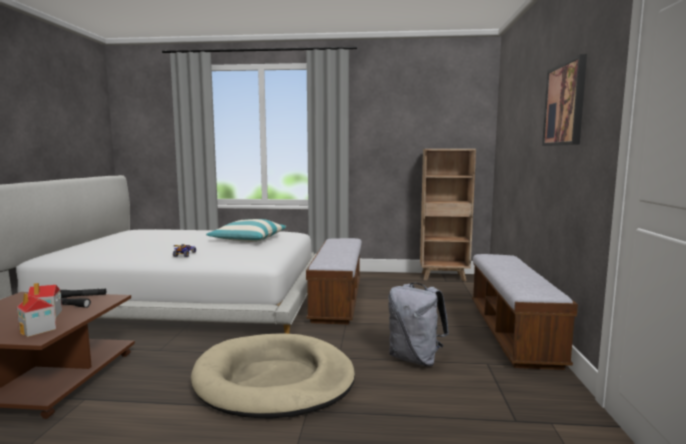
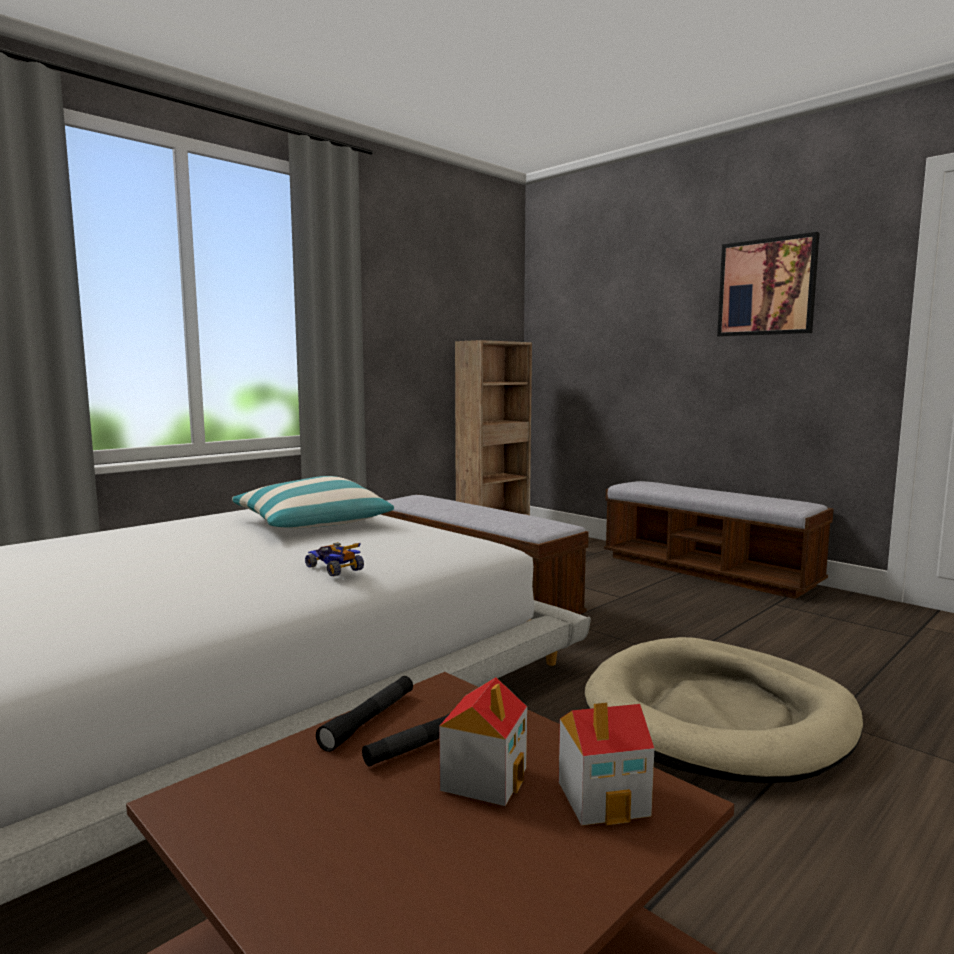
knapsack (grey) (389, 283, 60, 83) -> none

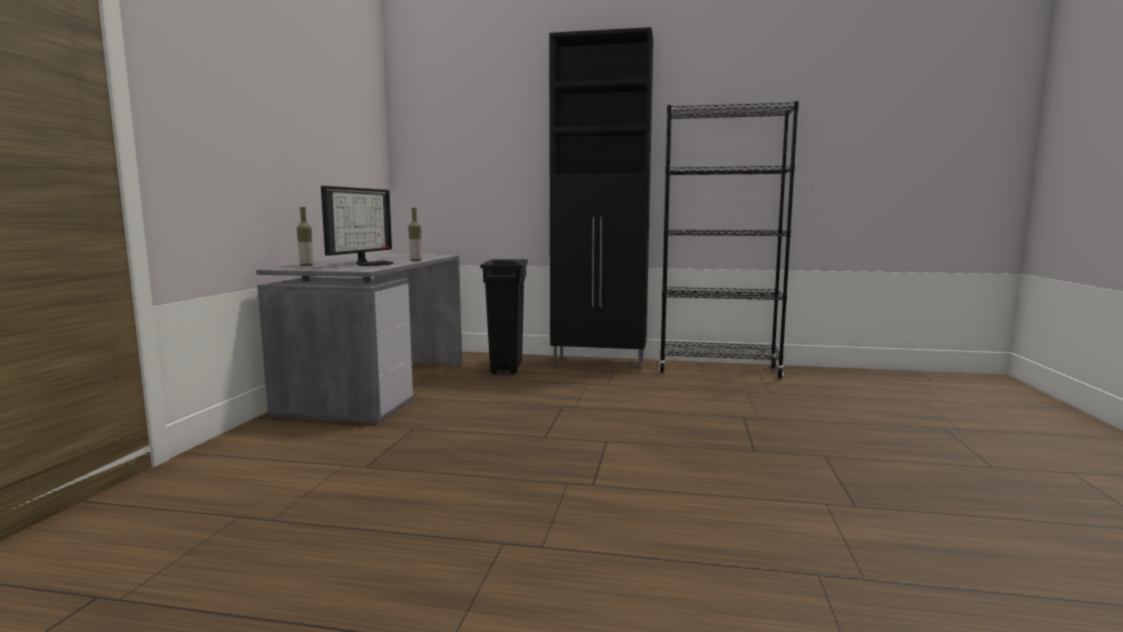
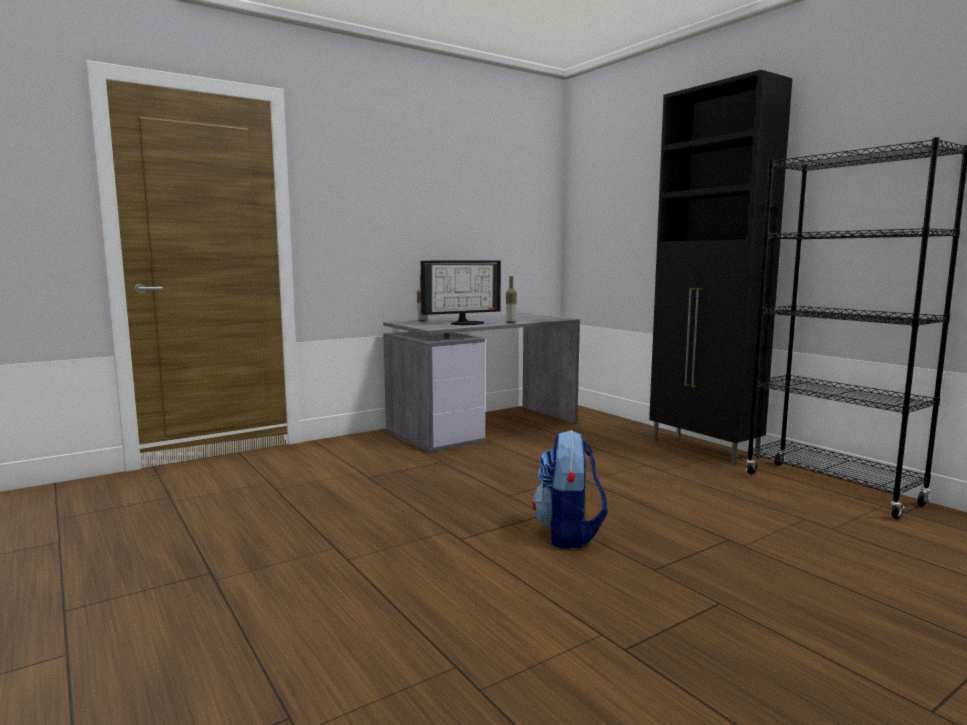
none -> knapsack (532, 430, 76, 119)
trash can (black) (480, 259, 48, 115) -> none

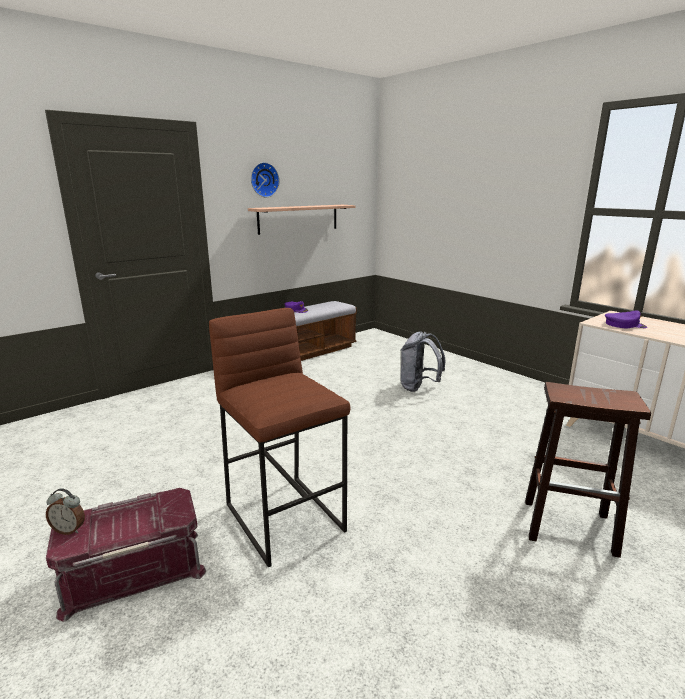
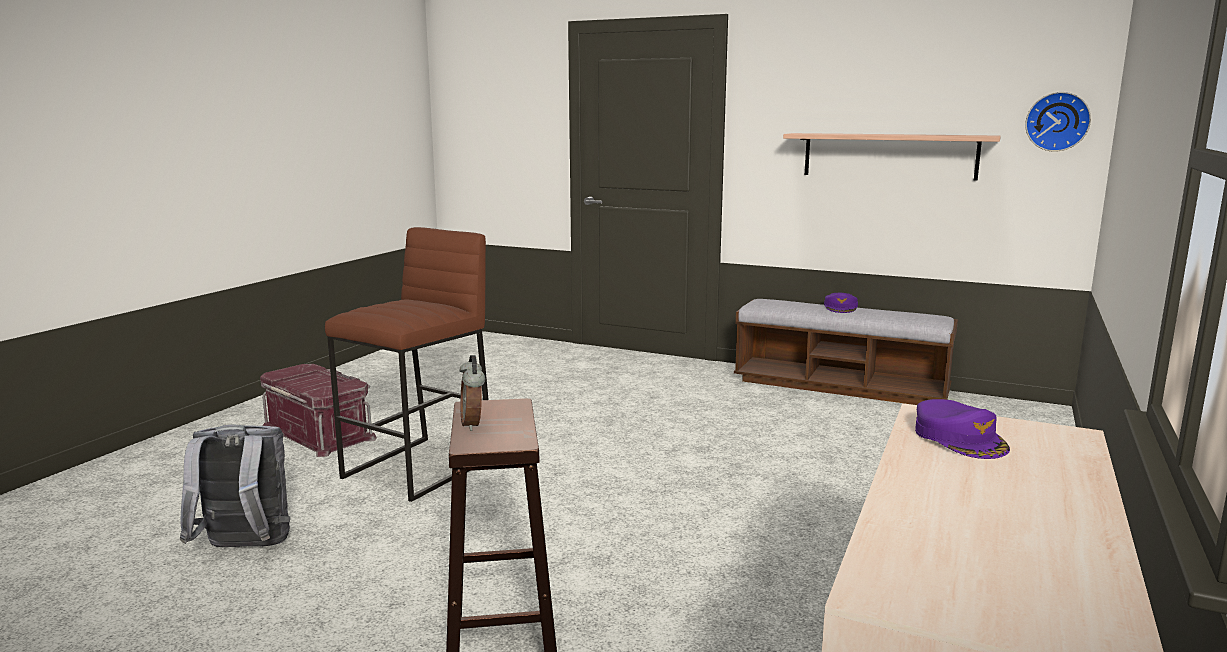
knapsack (grey) (401, 332, 44, 60) -> knapsack (grey) (180, 425, 110, 122), move
table clock (46, 489, 39, 46) -> table clock (459, 355, 26, 76), move
hanging clock (251, 162, 28, 35) -> hanging clock (1025, 92, 66, 60), move

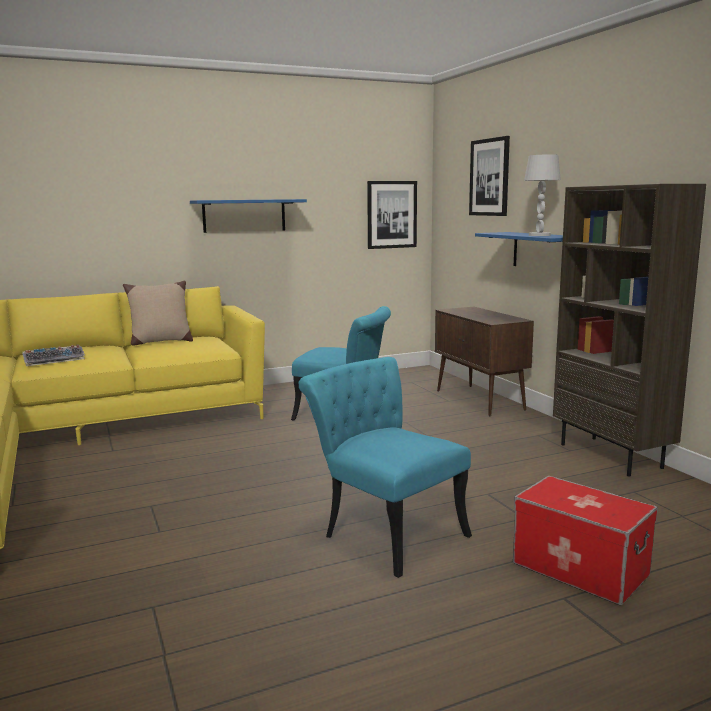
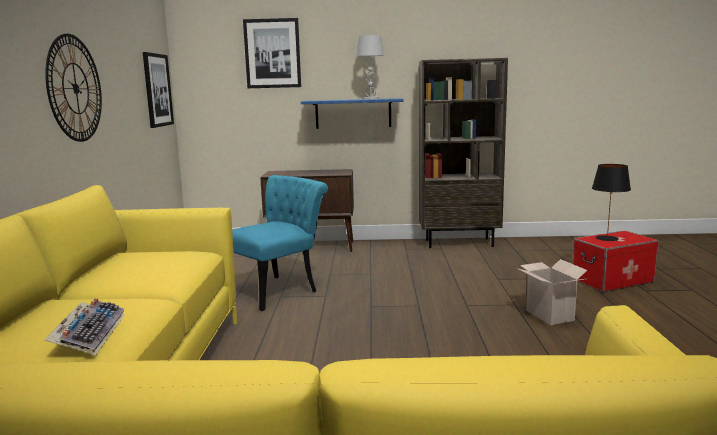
bracket shelf (bluish) (190, 199, 117, 34) -> hanging clock (45, 34, 57, 108)
upright chair (turquoise-coloured) (299, 357, 173, 221) -> packing box (517, 259, 71, 66)
none -> lamp for a table (black) (592, 164, 39, 77)
throw pillow (beige) (123, 280, 70, 66) -> none

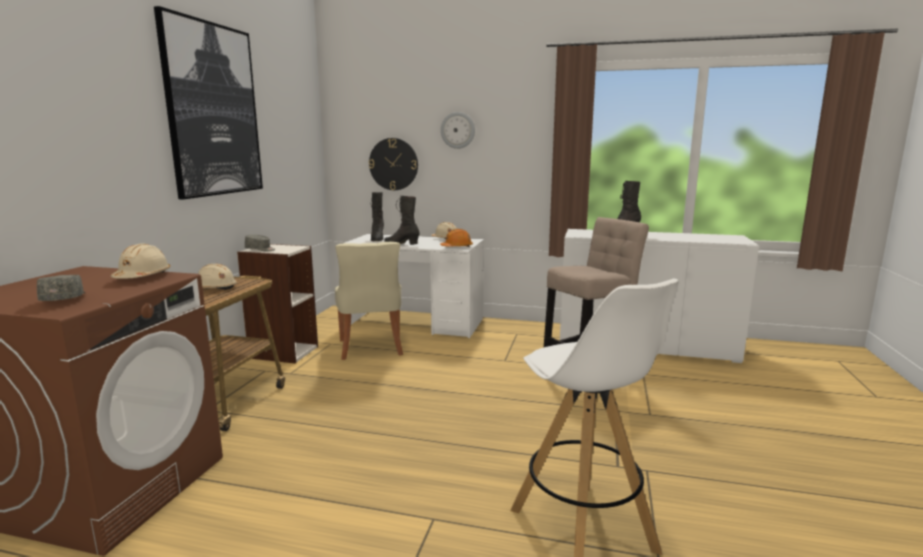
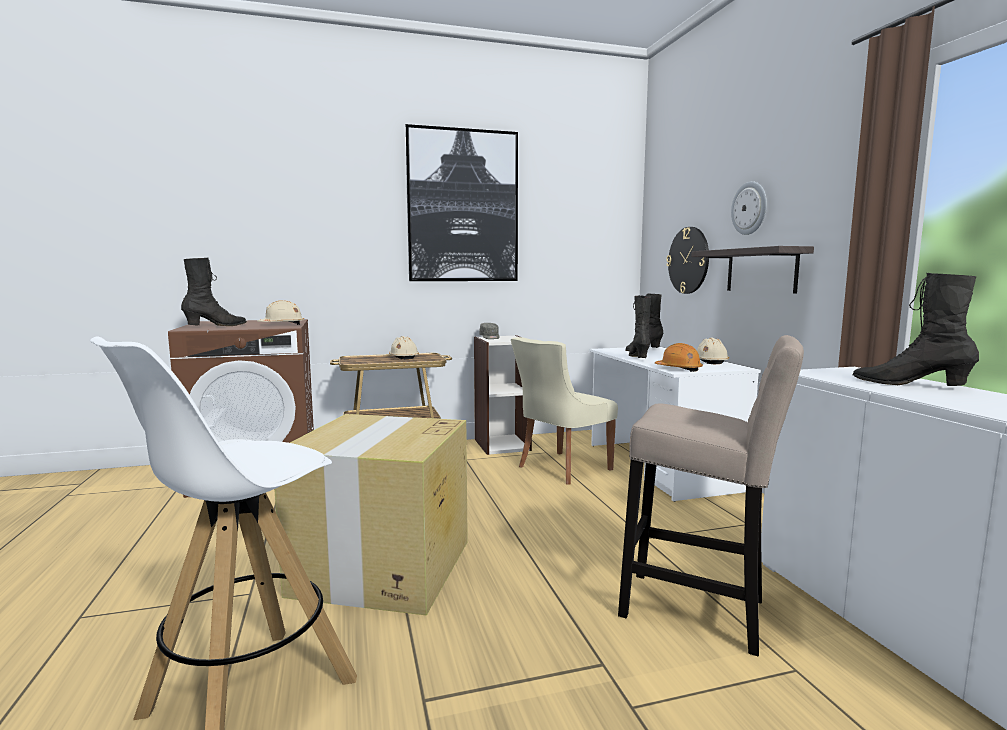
cap (grey) (37, 275, 48, 26) -> boot (black) (181, 258, 66, 68)
none -> packing box (274, 414, 194, 202)
none -> bracket shelf (691, 246, 123, 48)

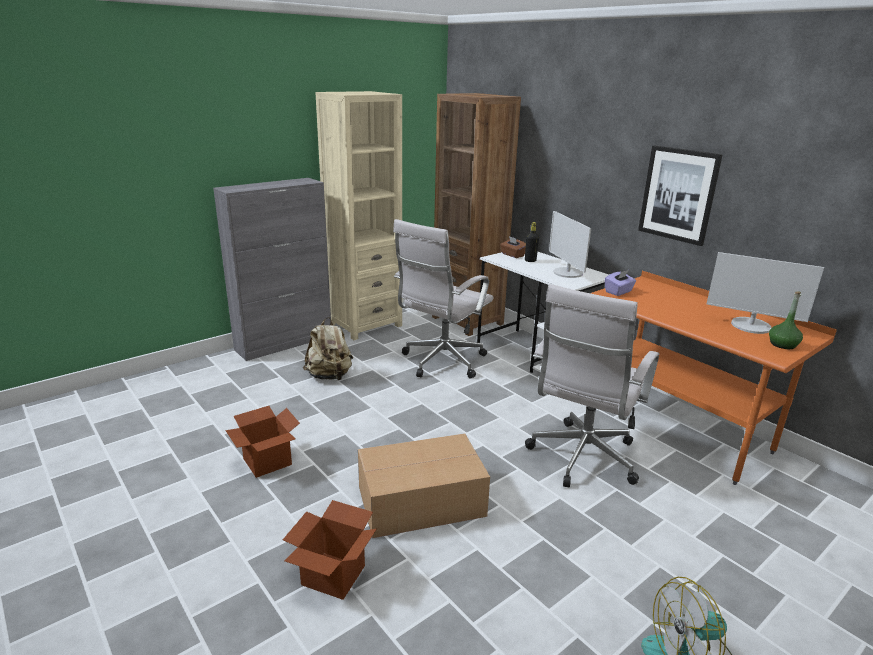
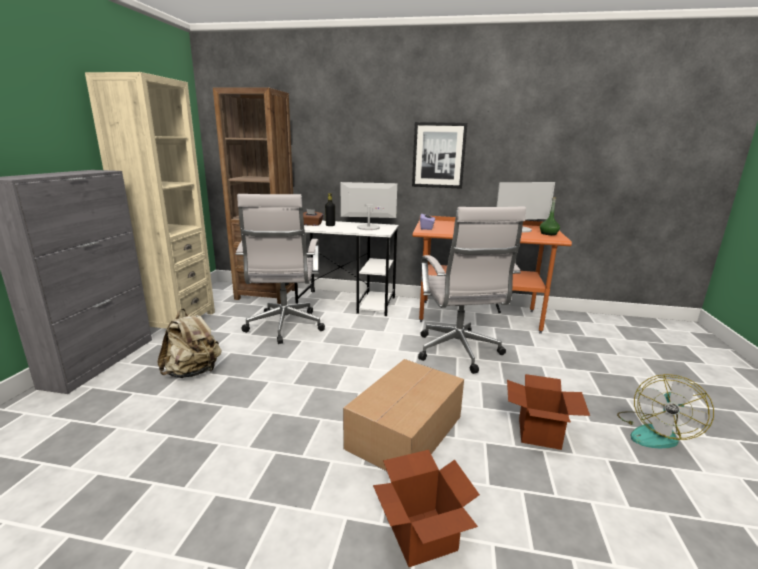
monitor (549, 211, 42, 67) -> monitor (340, 182, 57, 48), 150 degrees clockwise
packing box (226, 406, 74, 72) -> packing box (507, 374, 83, 76), move

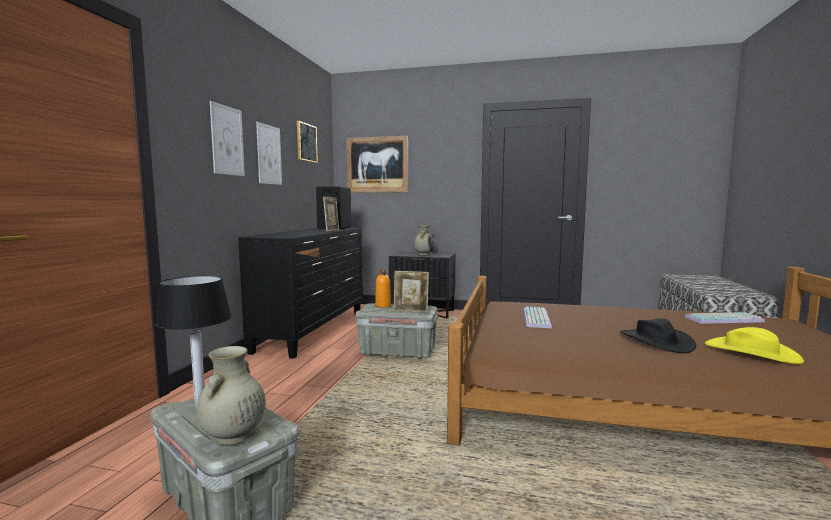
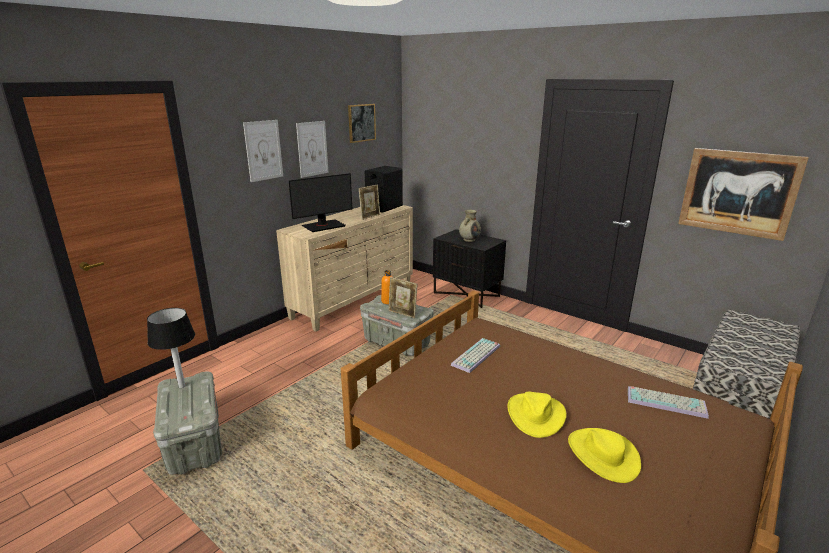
chest of drawers (black) (238, 228, 125, 131) -> chest of drawers (beige) (276, 205, 137, 127)
none -> monitor (289, 173, 64, 59)
hat (black) (620, 318, 76, 35) -> hat (yellow-coloured) (508, 391, 58, 47)
wall art (346, 136, 62, 57) -> wall art (678, 148, 131, 93), move
decorative vase (beige) (196, 346, 70, 99) -> none

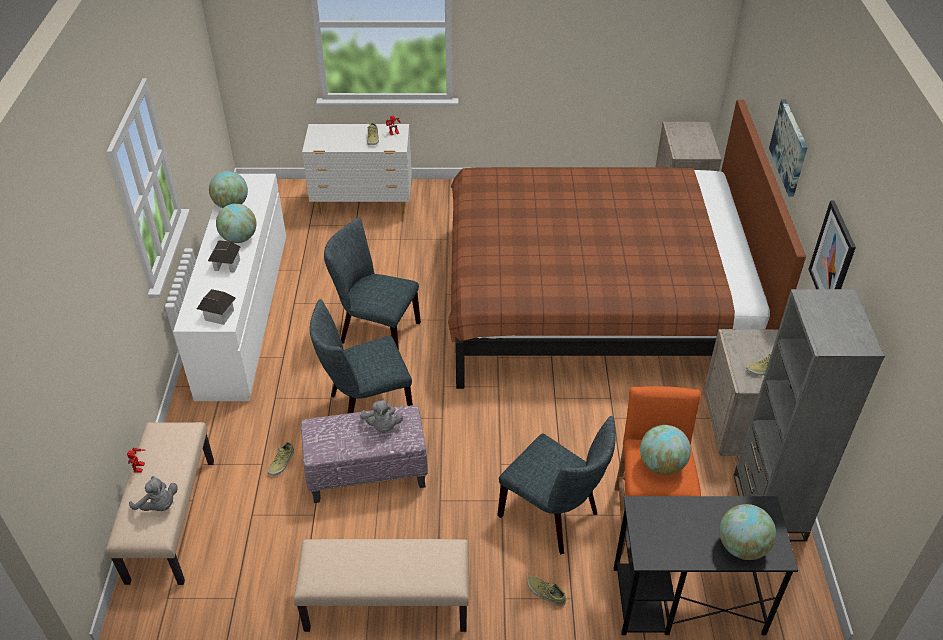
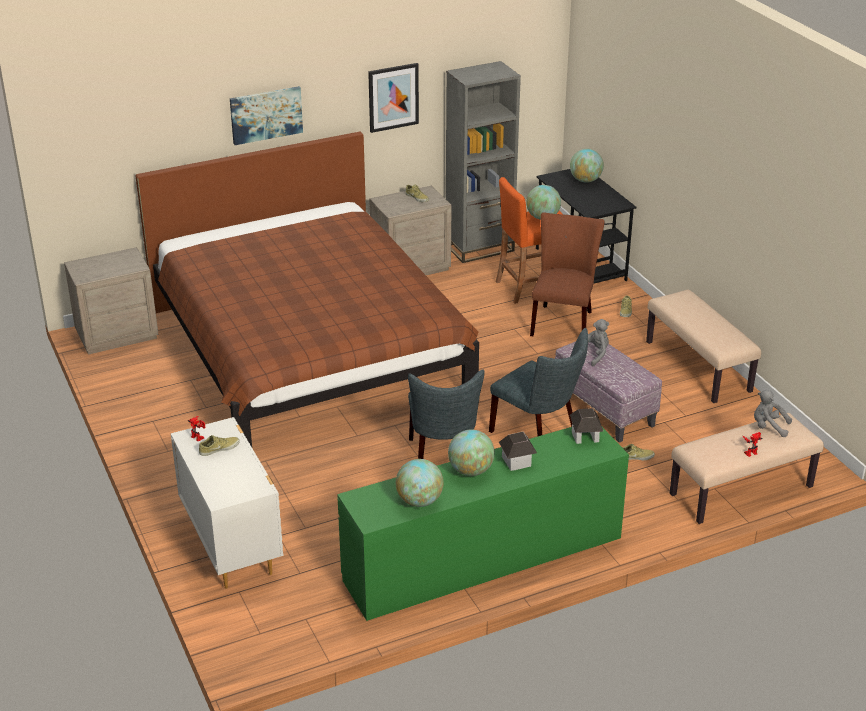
chest of drawers (white-coloured) (173, 174, 113, 227) -> chest of drawers (green) (337, 427, 292, 194)
upright chair (grey) (497, 416, 119, 138) -> upright chair (brown) (530, 212, 74, 124)
plush toy (grey) (129, 476, 49, 35) -> plush toy (grey) (754, 390, 38, 47), 75 degrees counterclockwise

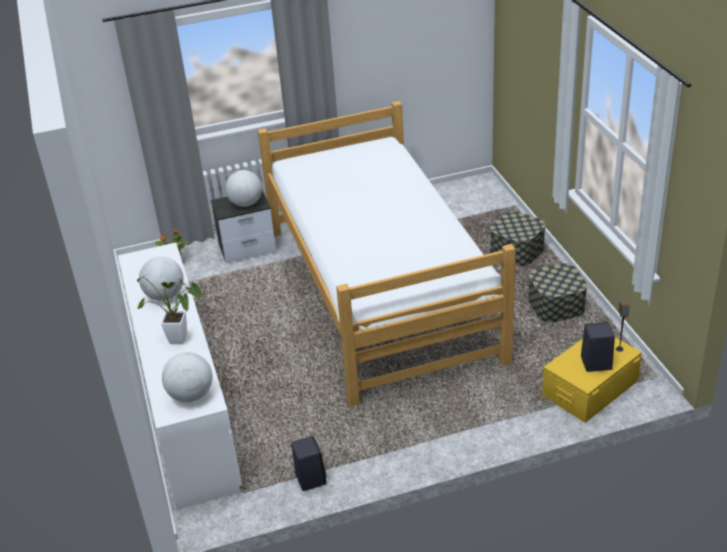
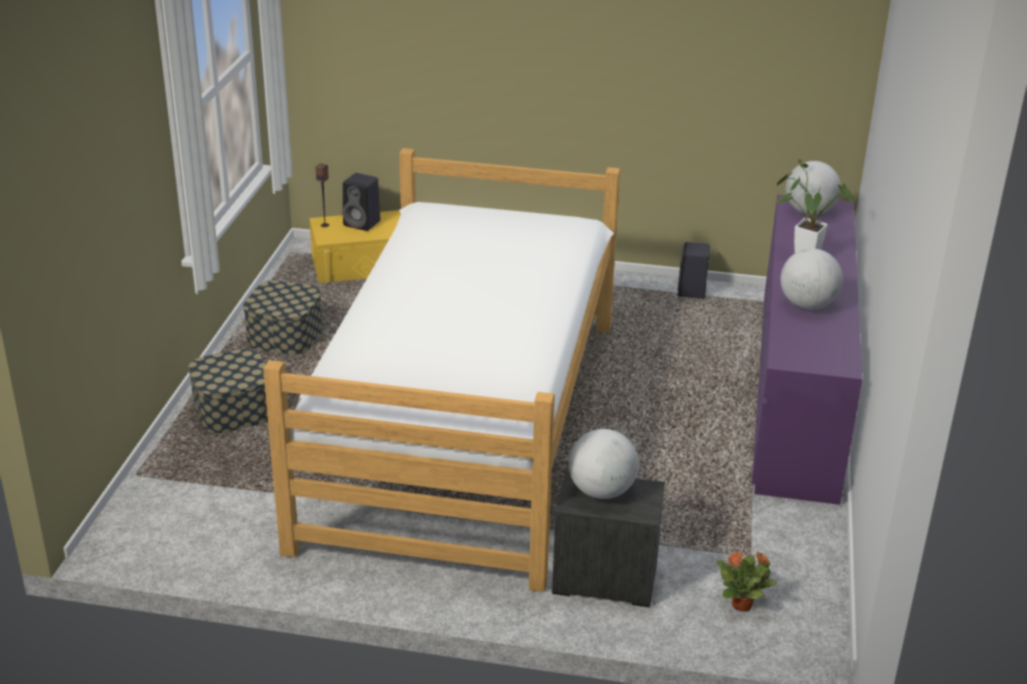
chest of drawers (white-coloured) (118, 242, 124, 268) -> chest of drawers (purple-coloured) (752, 195, 110, 310)

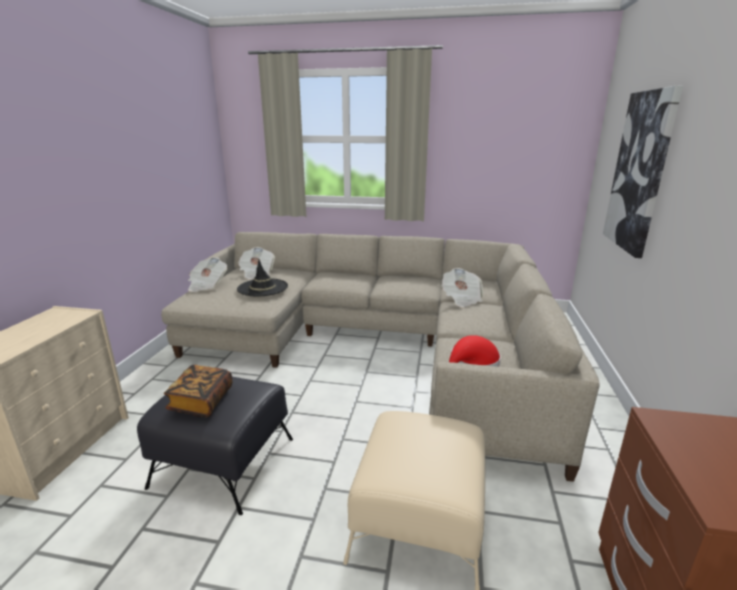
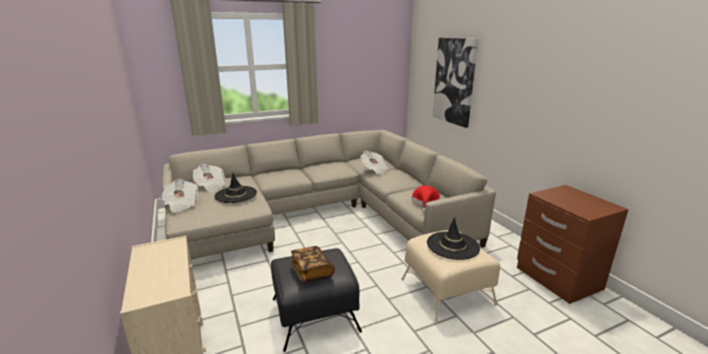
none -> hat (black) (427, 217, 53, 43)

